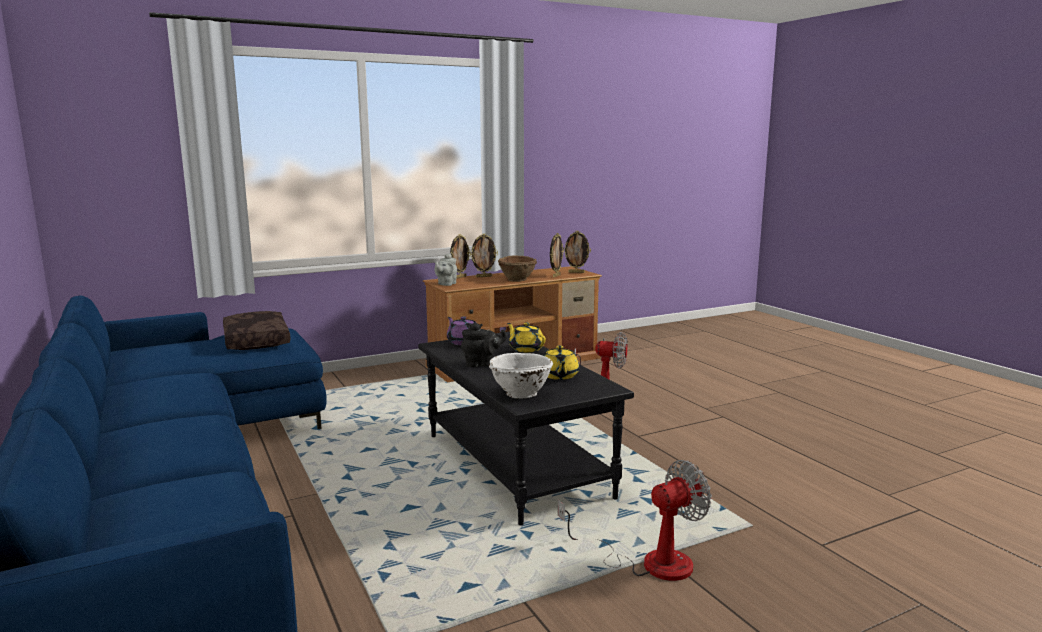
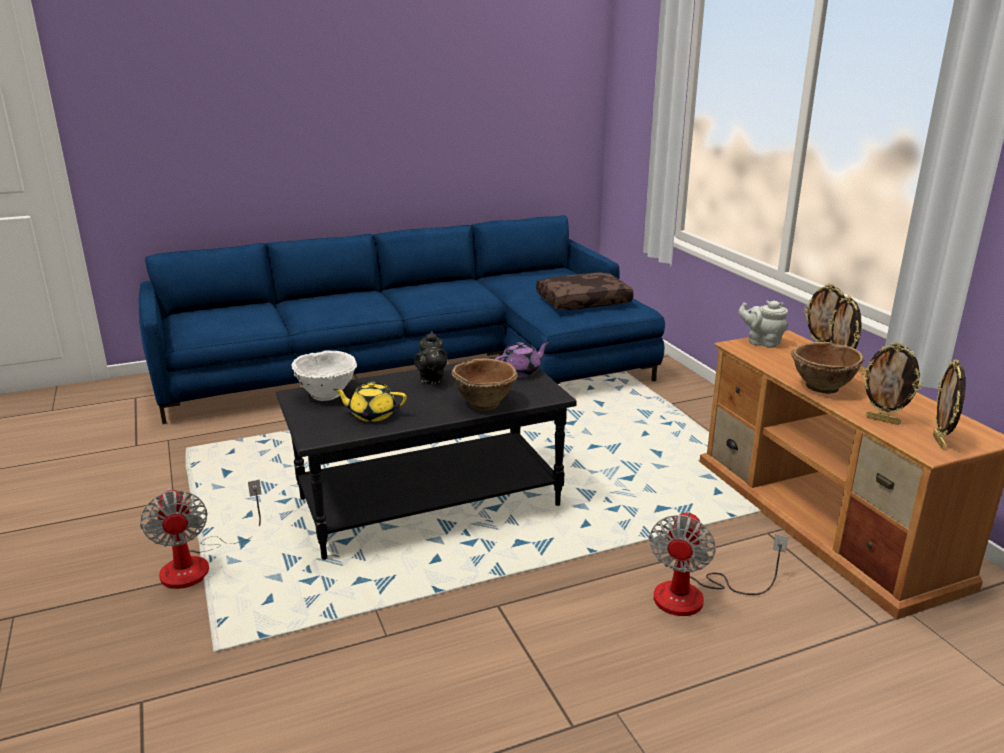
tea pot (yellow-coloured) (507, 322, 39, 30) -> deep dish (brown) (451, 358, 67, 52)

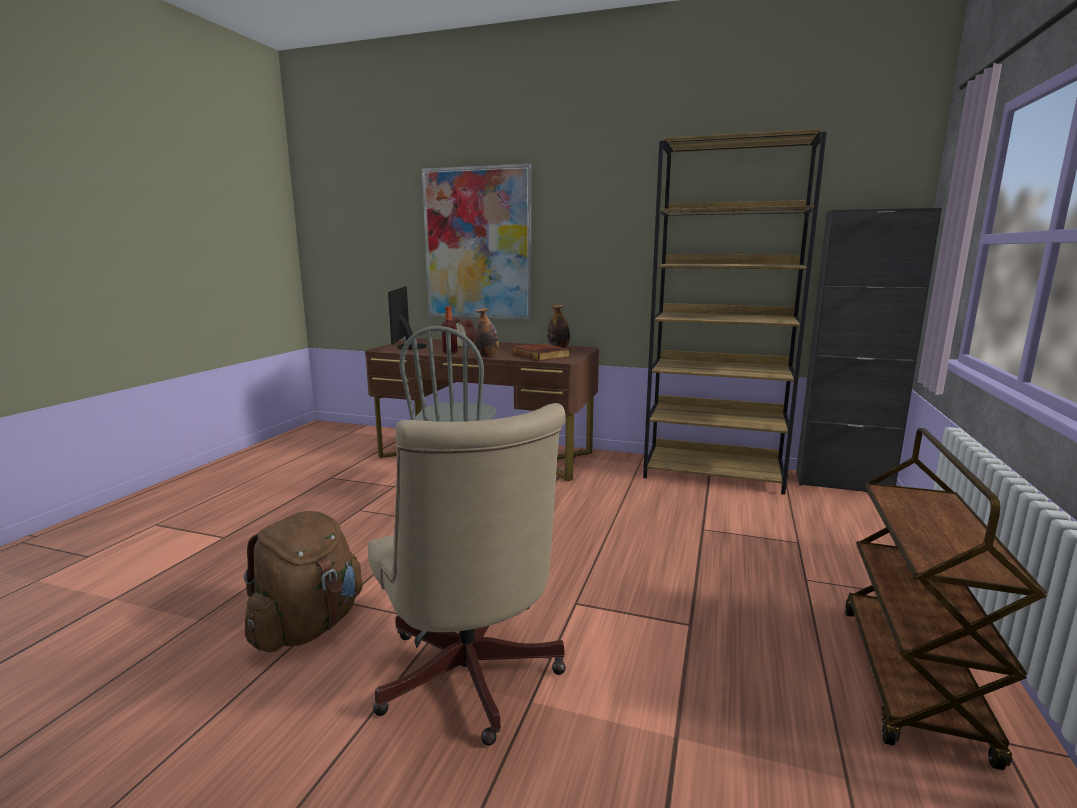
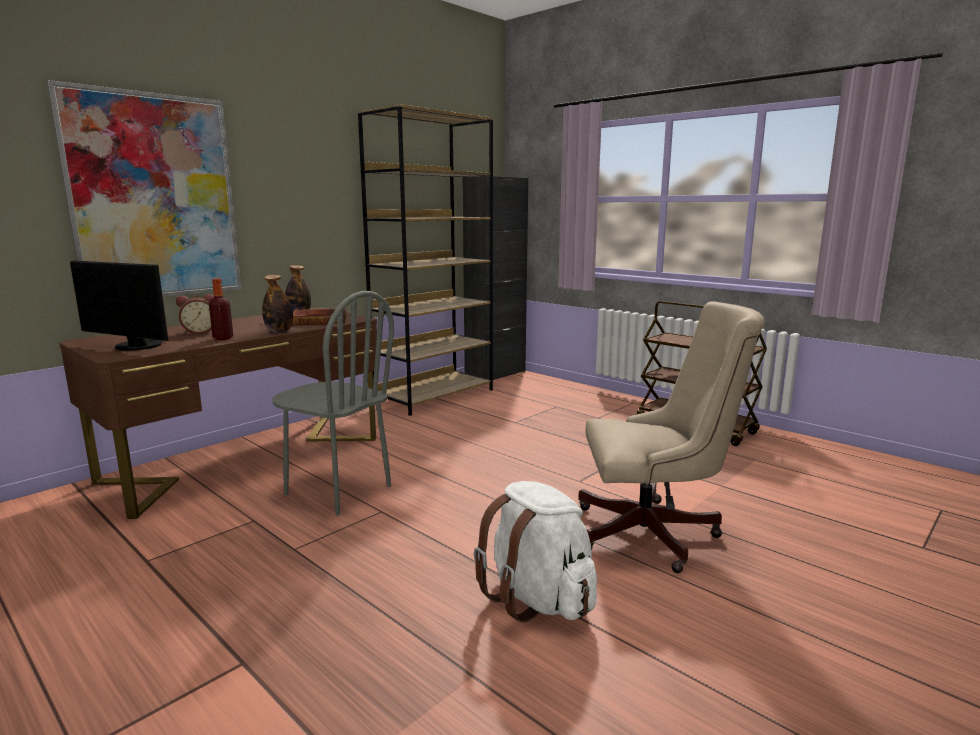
knapsack (brown) (244, 511, 119, 141) -> knapsack (white-coloured) (474, 481, 123, 141)

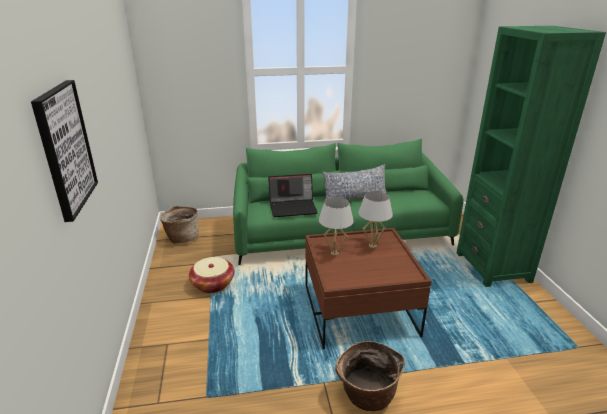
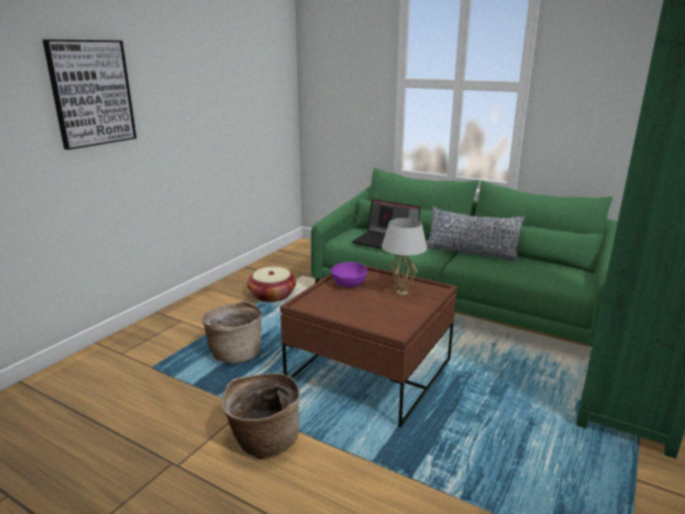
storage basket (160, 206, 39, 38) -> storage basket (201, 301, 61, 62), move
lamp for a table (white-coloured) (319, 197, 35, 59) -> deep dish (purple-coloured) (331, 262, 37, 25)

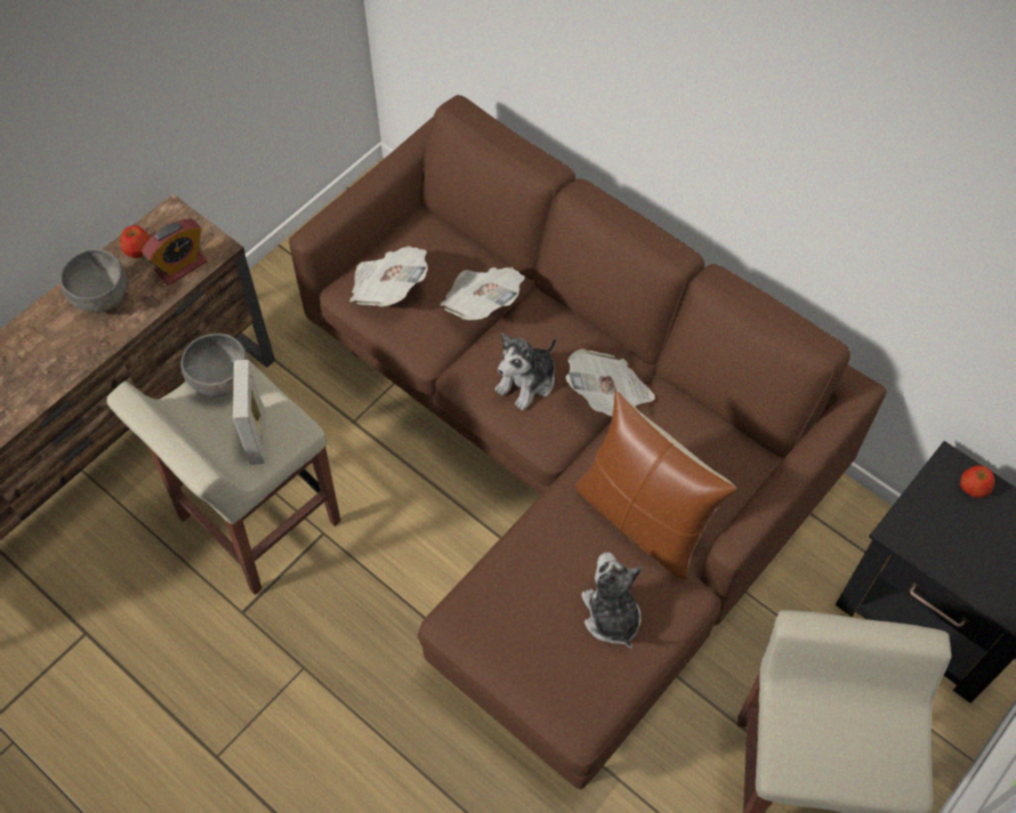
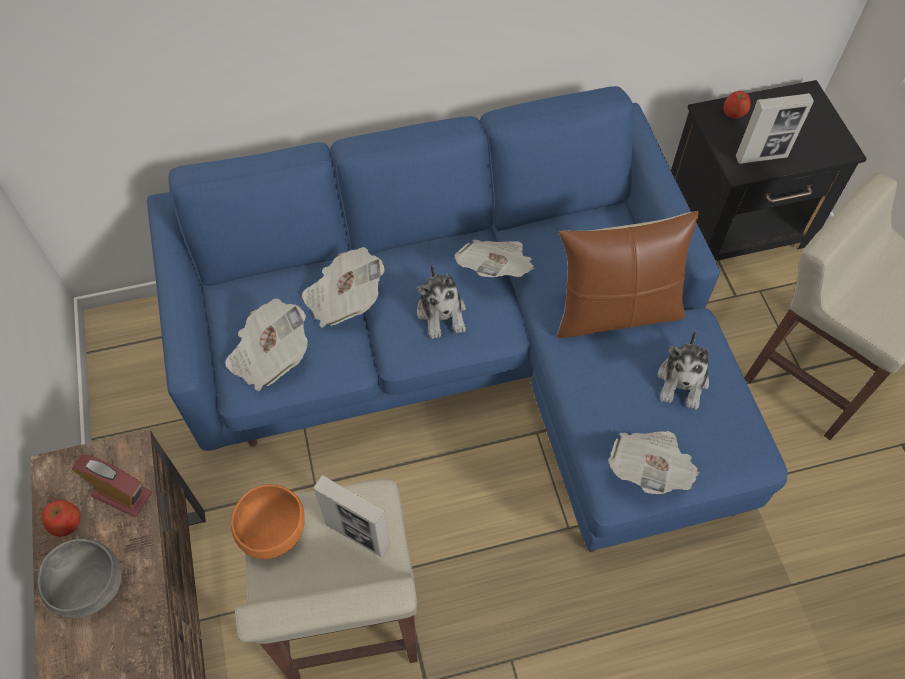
table clock (142, 219, 65, 66) -> table clock (72, 455, 80, 62), 60 degrees counterclockwise
settee (brown) (289, 95, 598, 695) -> settee (bluish) (147, 86, 640, 466)
deep dish (grey) (181, 334, 68, 63) -> deep dish (orange) (231, 484, 74, 75)
none -> daily paper (608, 431, 91, 63)
plush toy (582, 552, 60, 96) -> plush toy (657, 330, 52, 80), 90 degrees counterclockwise
none -> photo frame (736, 93, 78, 71)

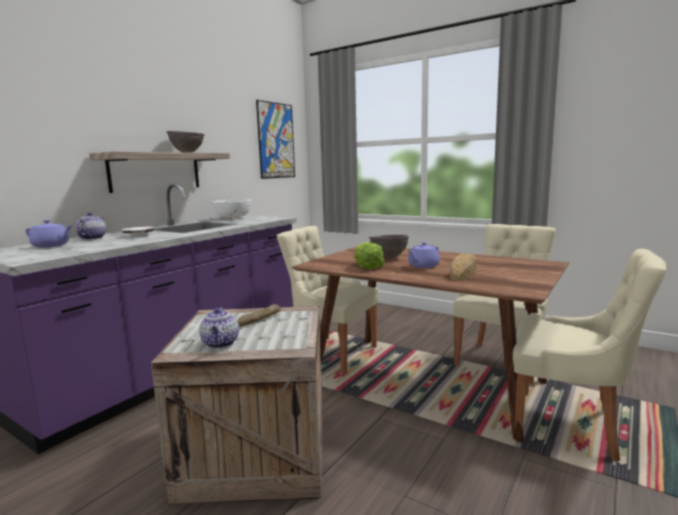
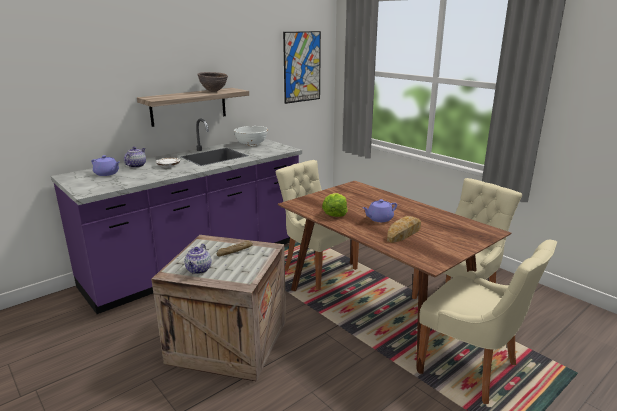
deep dish (brown) (369, 235, 40, 24) -> none

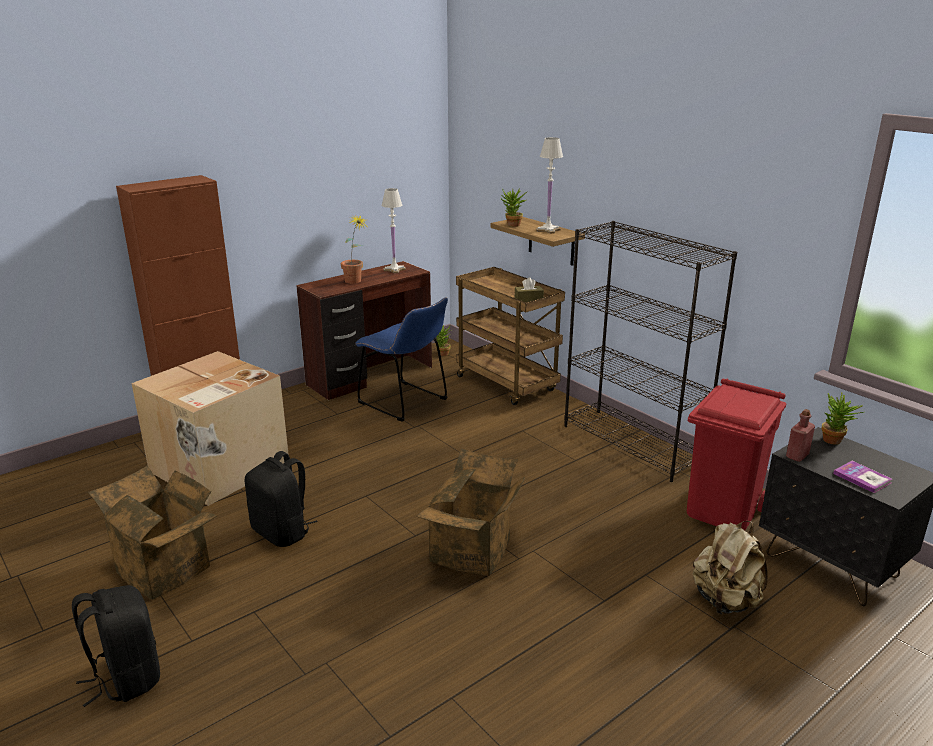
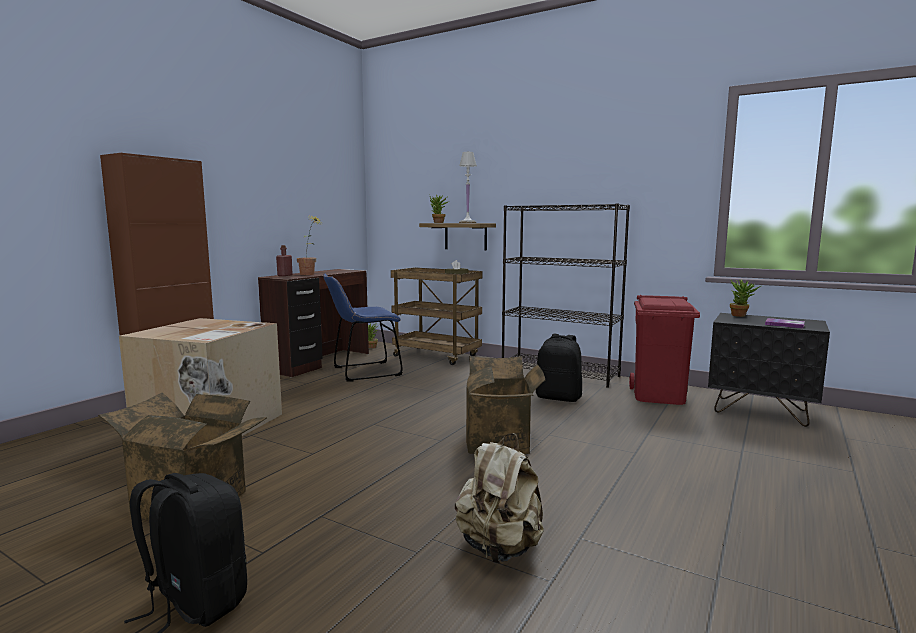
bottle (reddish) (786, 409, 29, 53) -> bottle (reddish) (276, 245, 17, 31), move
upright chair (bluish) (355, 297, 93, 125) -> upright chair (bluish) (323, 274, 80, 108), 135 degrees clockwise
knapsack (beige) (693, 521, 75, 93) -> knapsack (beige) (455, 433, 89, 130), move
knapsack (black) (245, 451, 73, 96) -> knapsack (black) (536, 334, 46, 68), move
lamp for a table (white-coloured) (381, 188, 25, 85) -> none

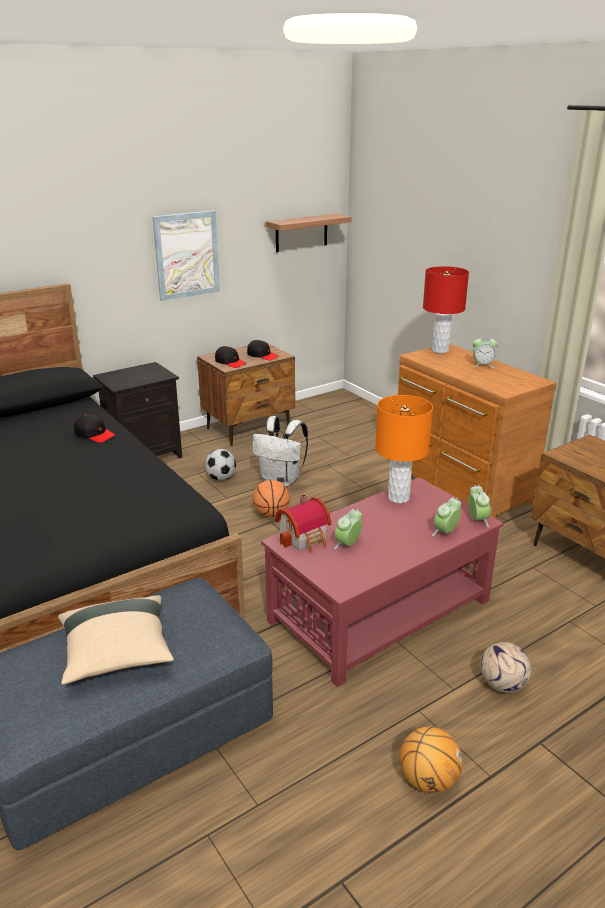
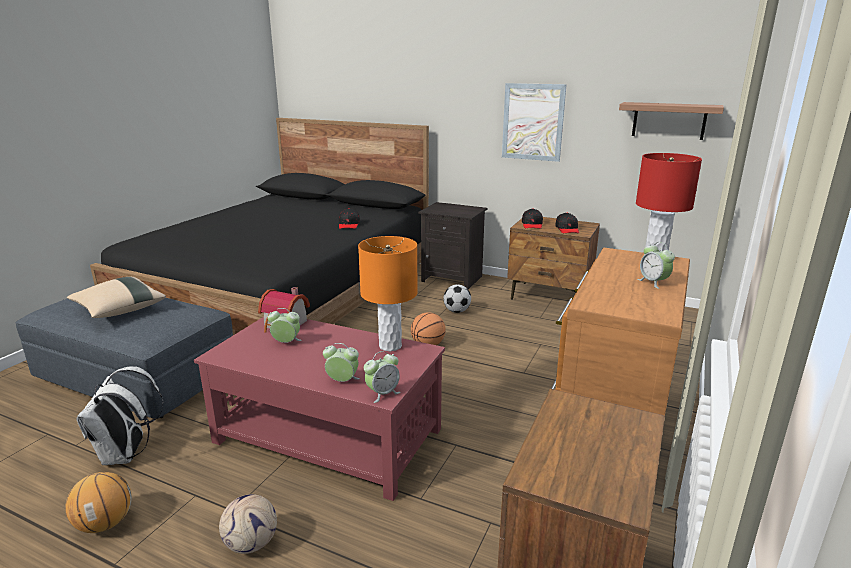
knapsack (white-coloured) (252, 416, 56, 70) -> knapsack (white-coloured) (77, 366, 87, 99), move

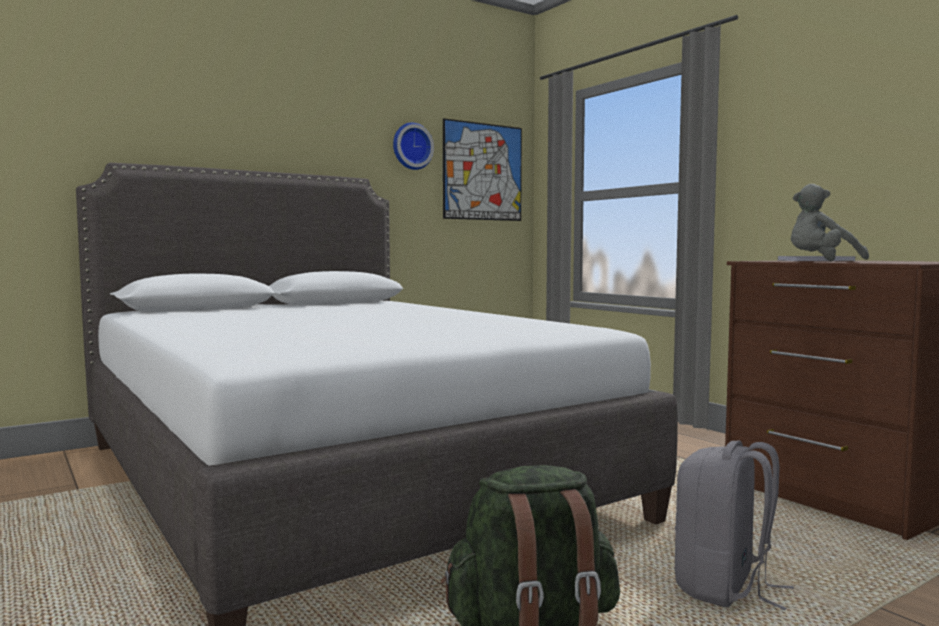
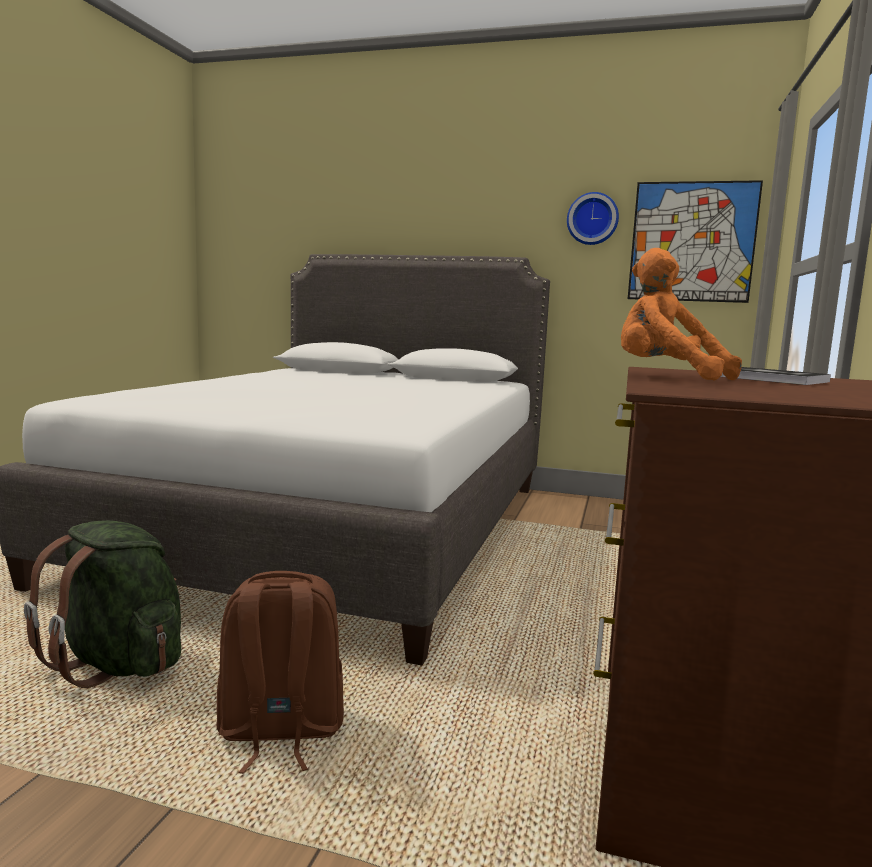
knapsack (grey) (675, 441, 119, 169) -> knapsack (brown) (216, 571, 128, 203)
plush toy (grey) (791, 184, 78, 77) -> plush toy (orange) (621, 248, 121, 133)

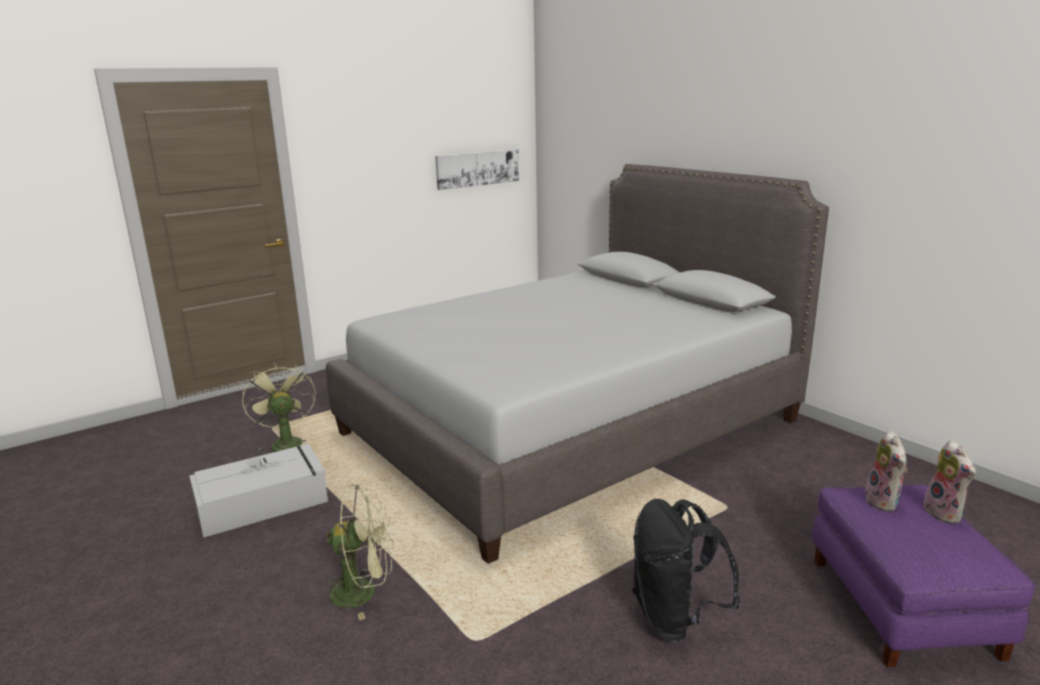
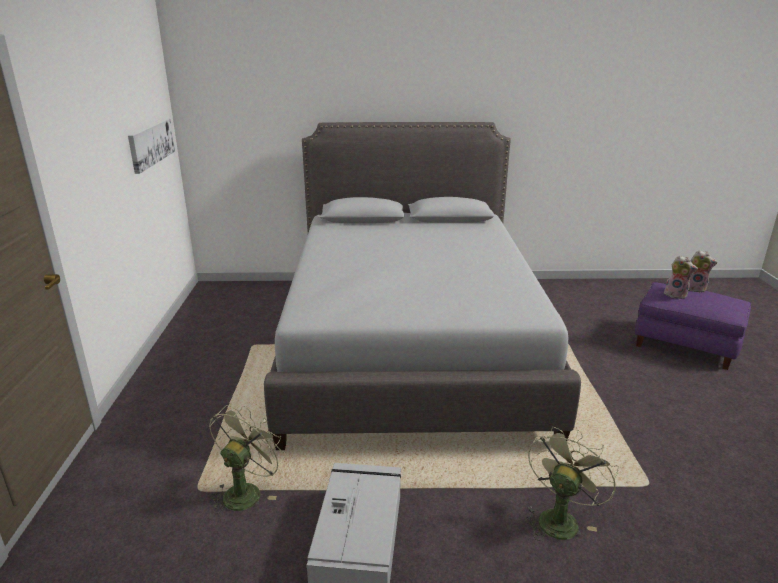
fan (green) (242, 363, 74, 92) -> fan (green) (209, 405, 77, 109), 105 degrees clockwise
knapsack (black) (632, 499, 108, 144) -> none

